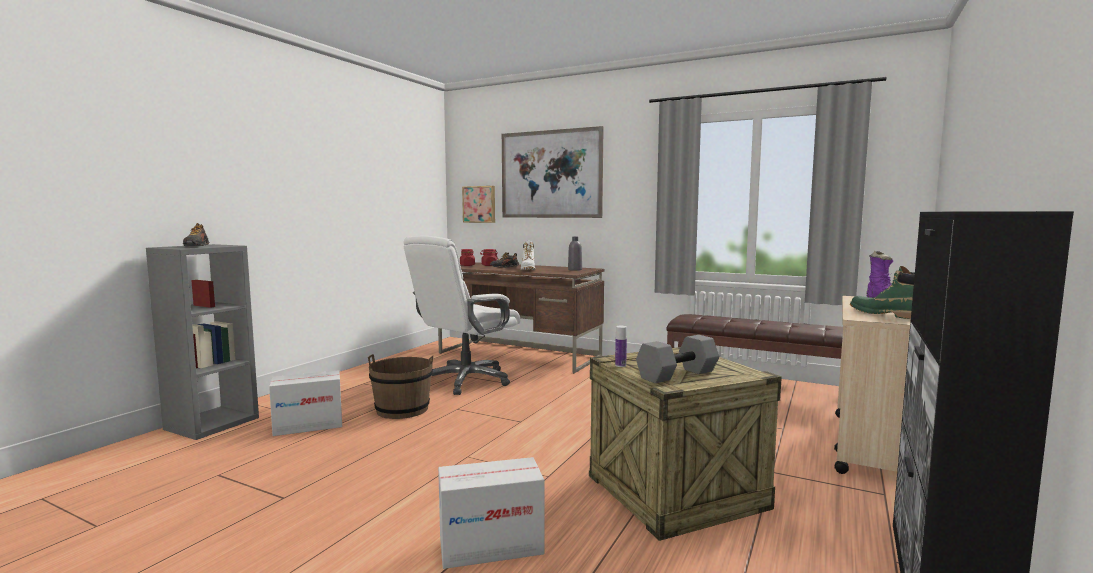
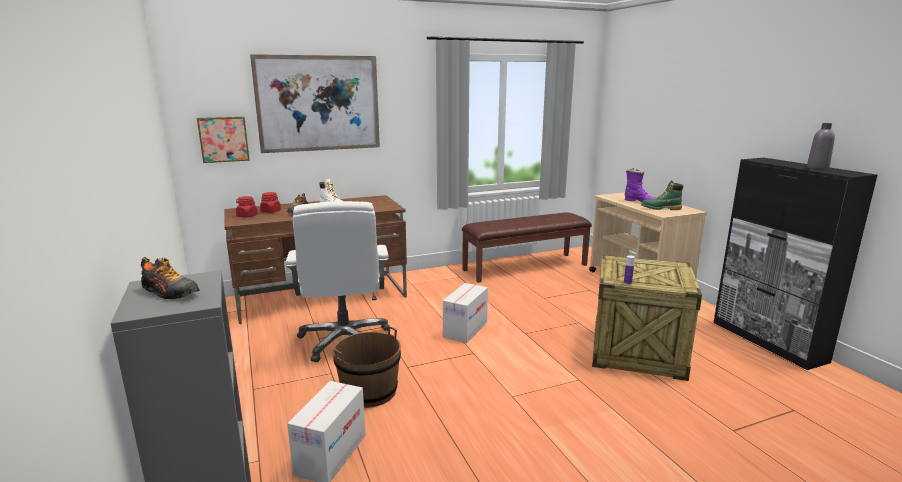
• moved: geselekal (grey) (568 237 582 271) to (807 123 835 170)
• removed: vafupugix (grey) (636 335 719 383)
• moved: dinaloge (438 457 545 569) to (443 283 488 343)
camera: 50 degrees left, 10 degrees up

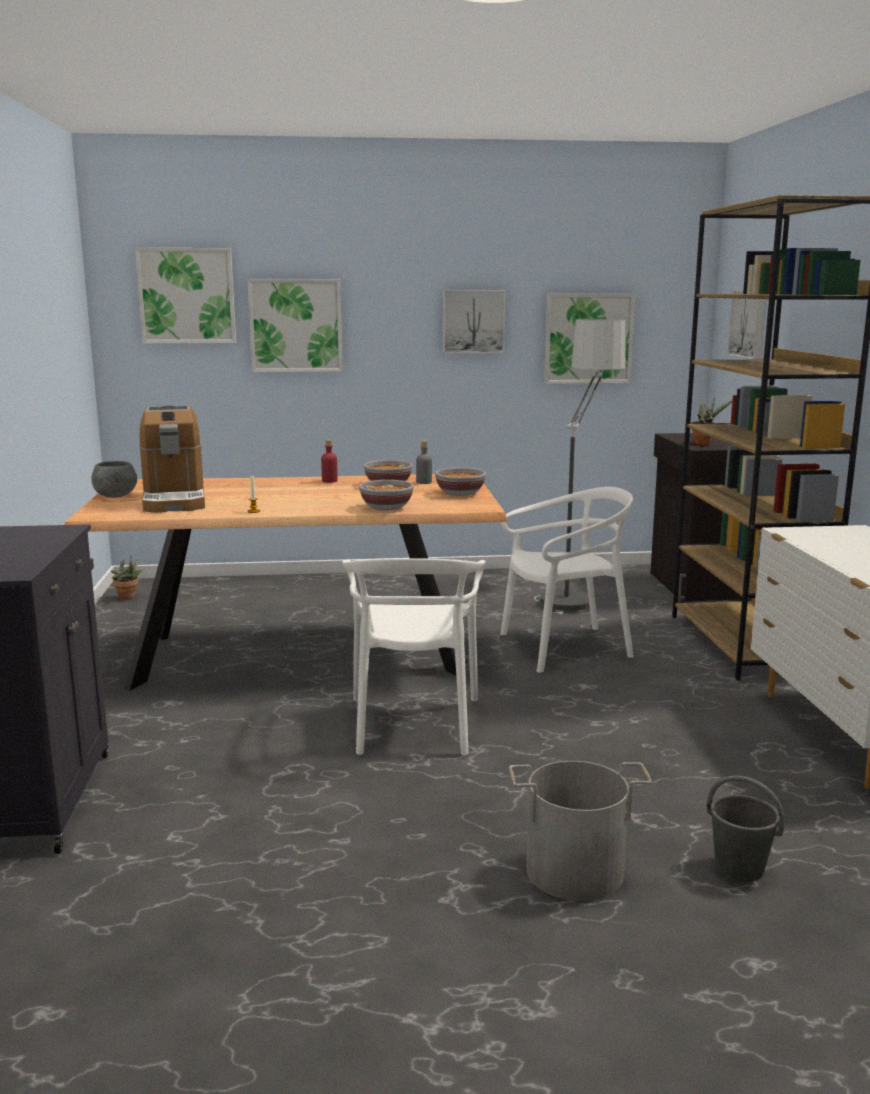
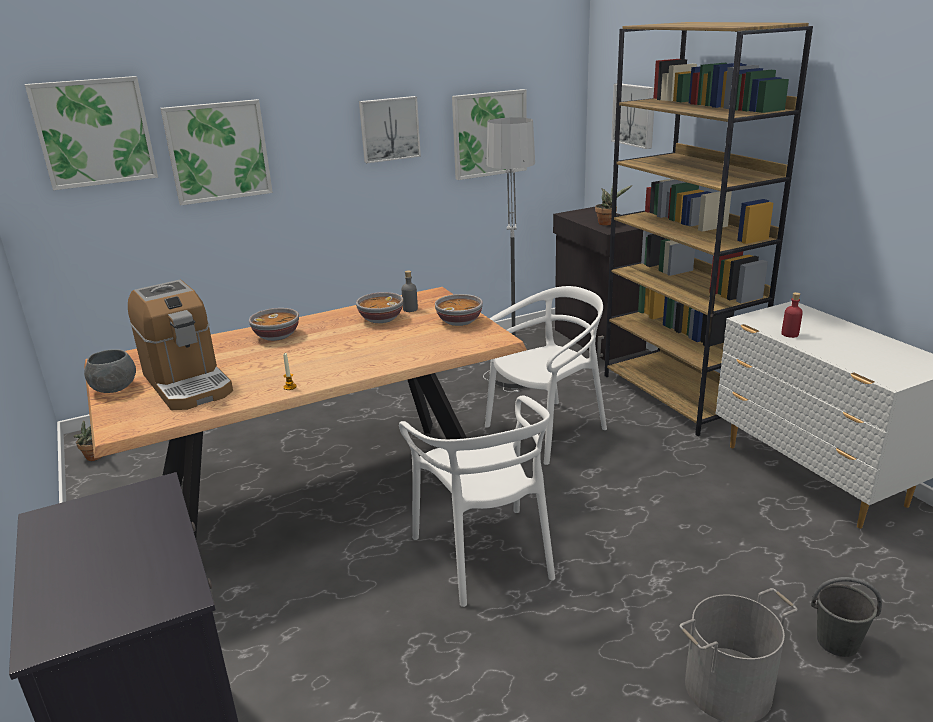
• moved: geselekal (red) (321 439 338 483) to (781 292 803 338)
• moved: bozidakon (359 480 414 510) to (249 308 299 341)
camera: 20 degrees left, 10 degrees up

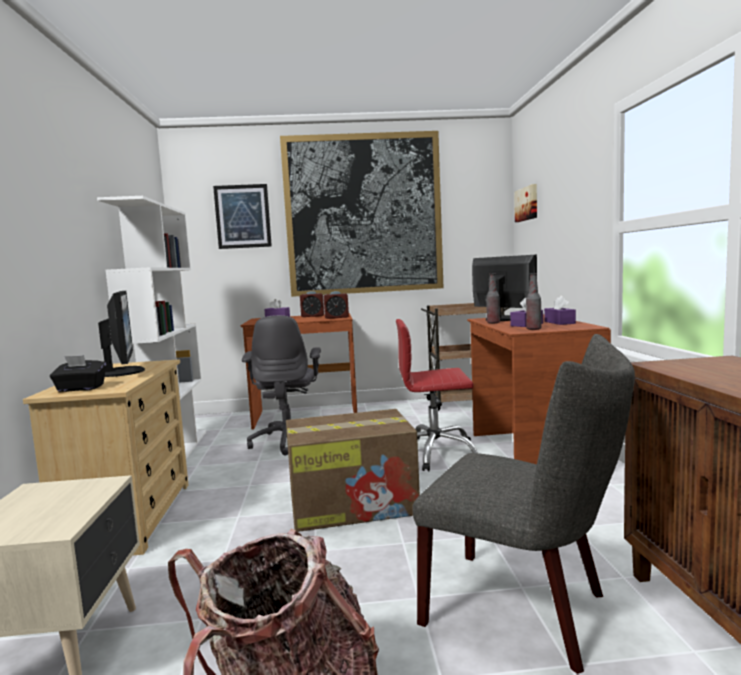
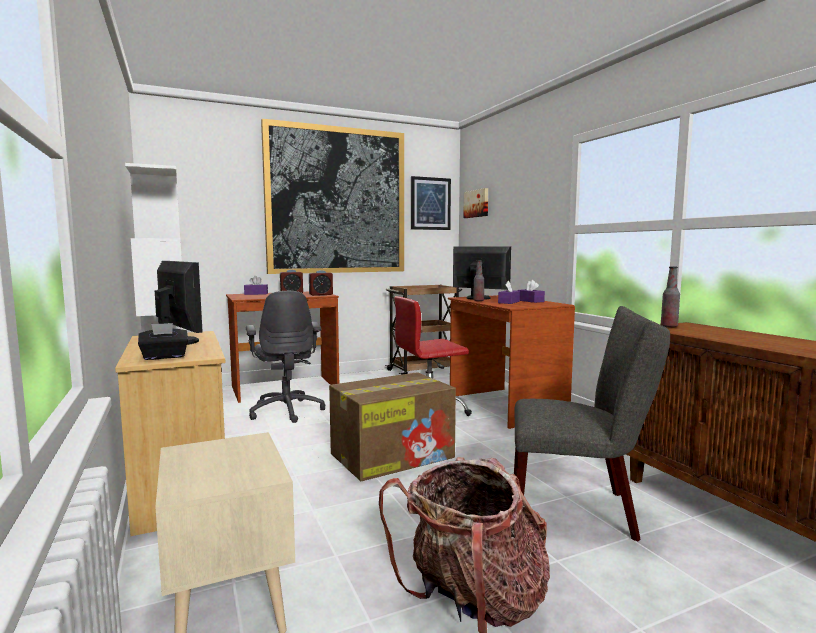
• moved: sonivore (213 184 272 249) to (411 176 451 230)
• moved: geselekal (526 273 542 330) to (661 266 680 327)
camera: 20 degrees left, 0 degrees up

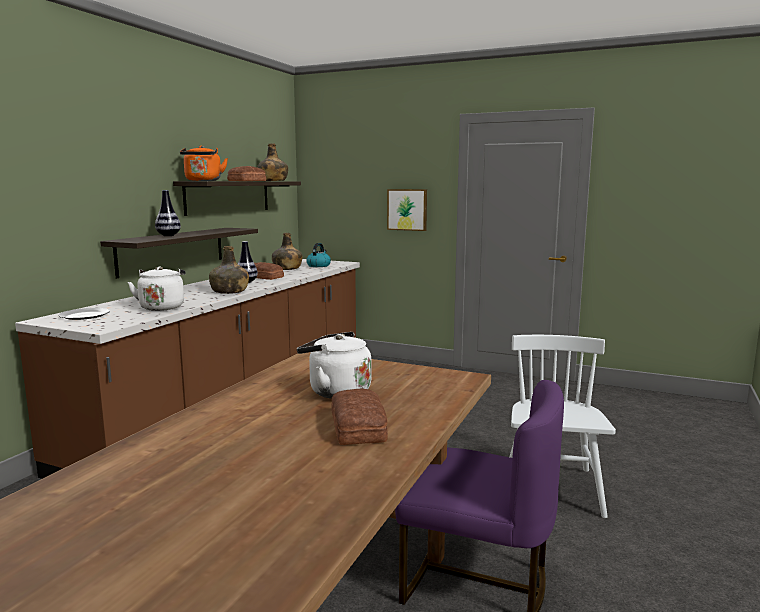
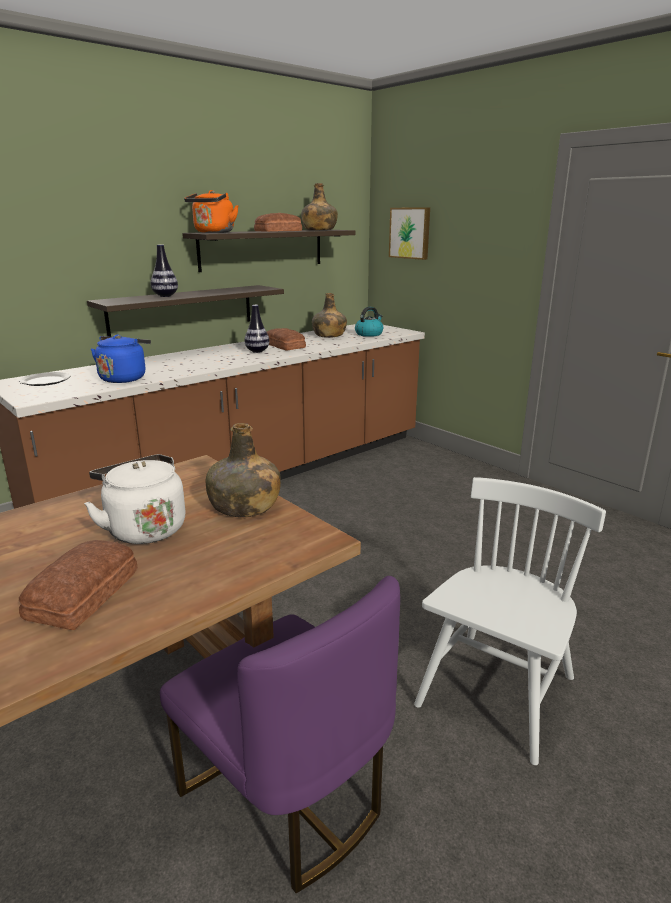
• moved: sonivore (387 189 427 231) to (389 207 430 260)
• moved: geselekal (green) (209 246 249 294) to (206 423 281 517)
• recoloured: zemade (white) (128 267 186 311) to zemade (blue) (91 335 151 383)
camera: 25 degrees right, 10 degrees up

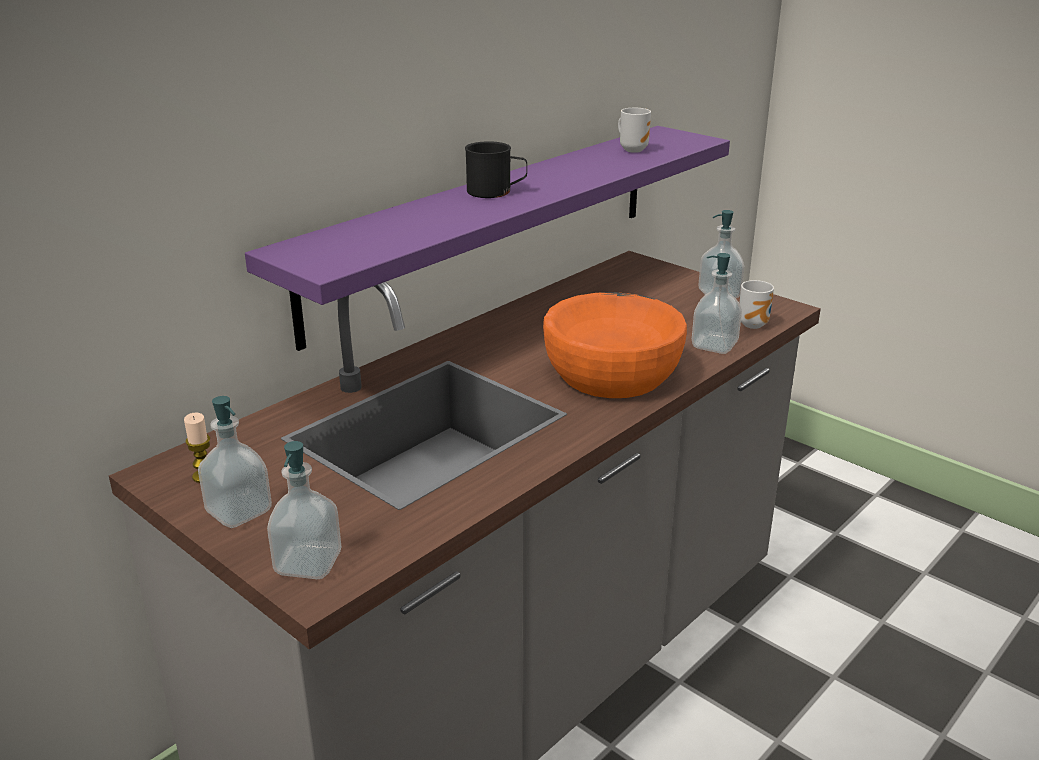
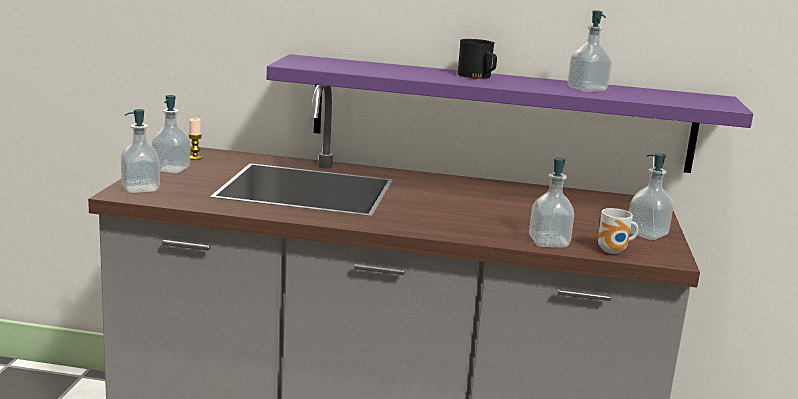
• removed: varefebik (618 108 651 153)
• removed: bozidakon (orange) (543 292 687 398)
• added: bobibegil (567 10 612 92)
camera: 55 degrees right, 10 degrees down

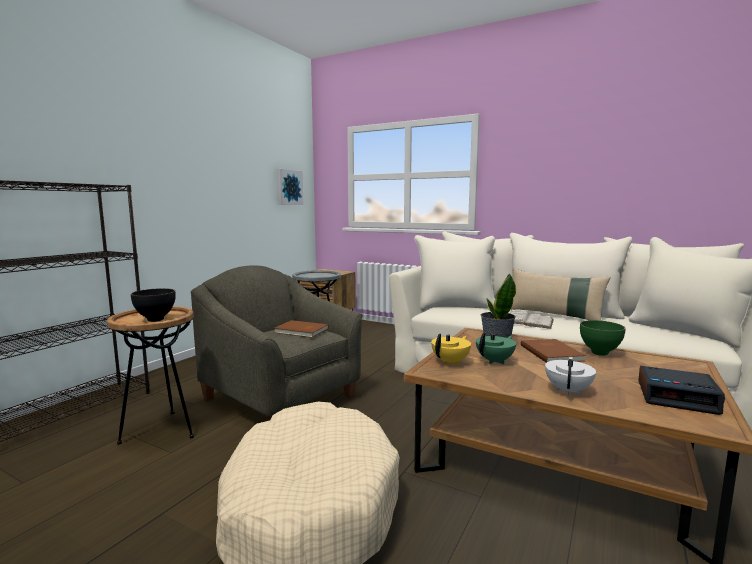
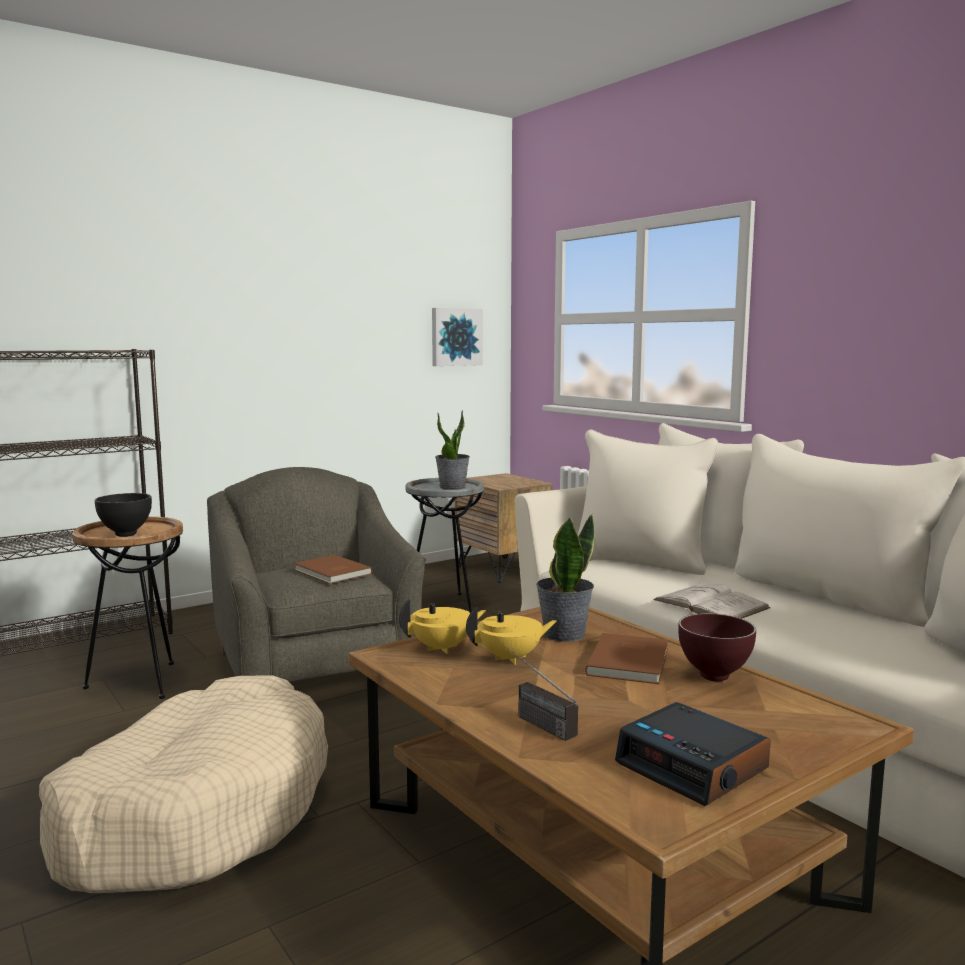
• removed: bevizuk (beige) (511 268 611 321)
• recoloured: bozidakon (green) (580 320 626 356) to bozidakon (brown) (678 613 756 682)
• recoloured: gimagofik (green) (476 332 516 364) to gimagofik (yellow) (466 606 557 665)
• replaced: gimagofik (white) (545 357 596 395) to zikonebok (505 646 578 741)
• added: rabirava (435 410 470 490)
camera: 25 degrees right, 0 degrees up

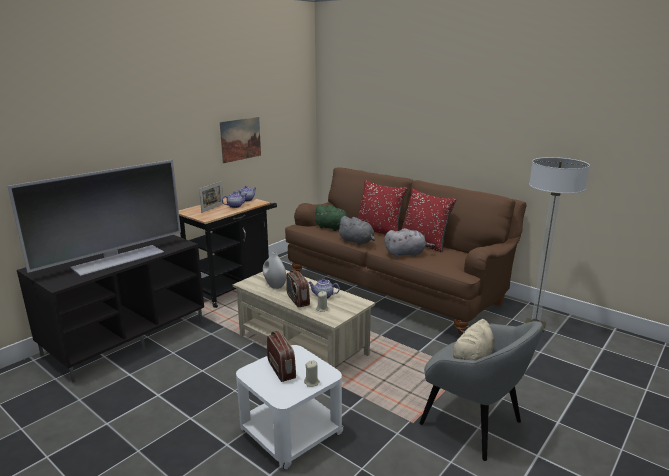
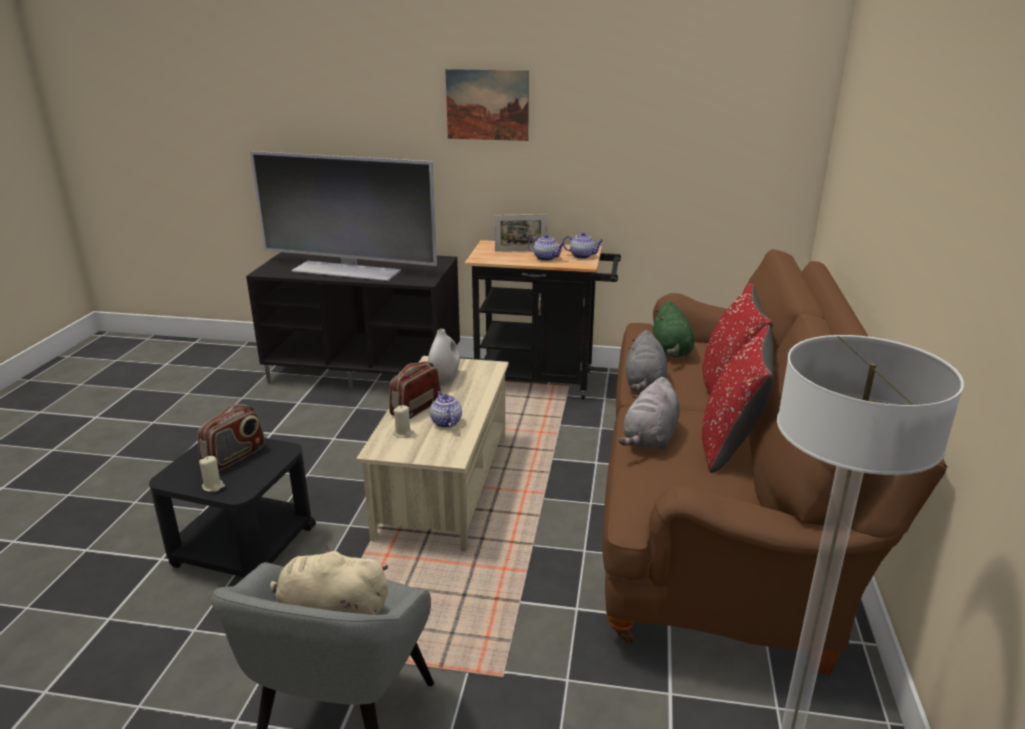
• moved: sonivore (220 117 261 163) to (445 69 529 141)
• turned: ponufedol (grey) (384 228 435 257) = (618 377 680 450) 60 degrees clockwise
• recoloured: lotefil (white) (236 345 344 470) to lotefil (black) (149 438 316 577)
camera: 60 degrees right, 5 degrees up

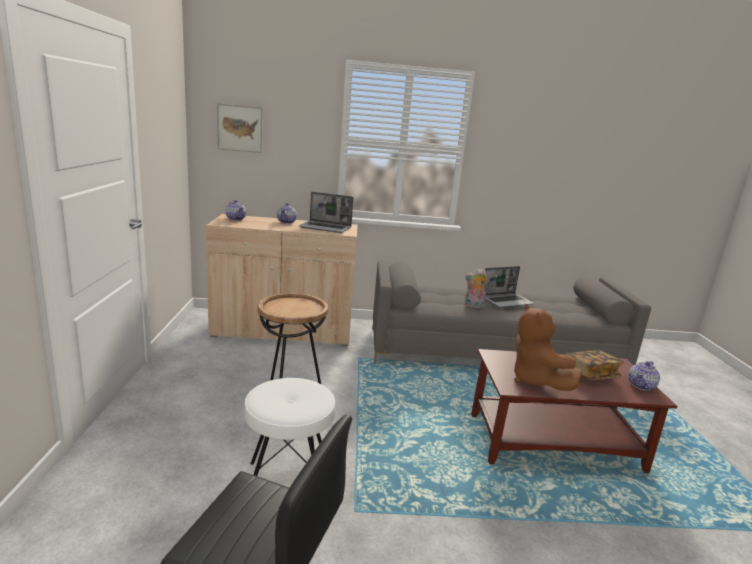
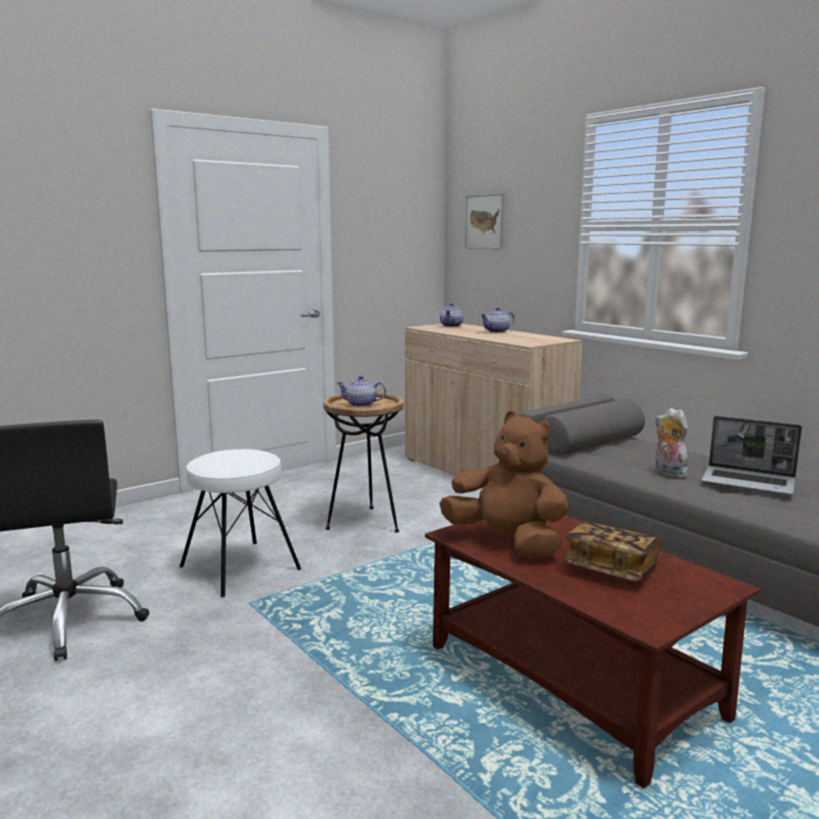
• removed: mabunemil (299 192 353 233)
• turned: ponufedol (brown) (514 304 582 391) = (439 411 569 558) 90 degrees clockwise
• moved: gimagofik (628 361 660 391) to (336 376 386 407)
camera: 55 degrees right, 5 degrees down

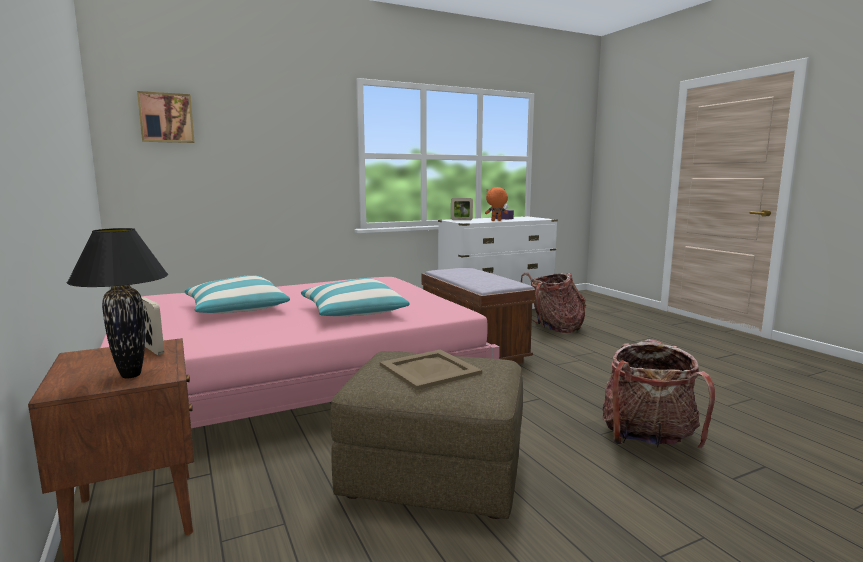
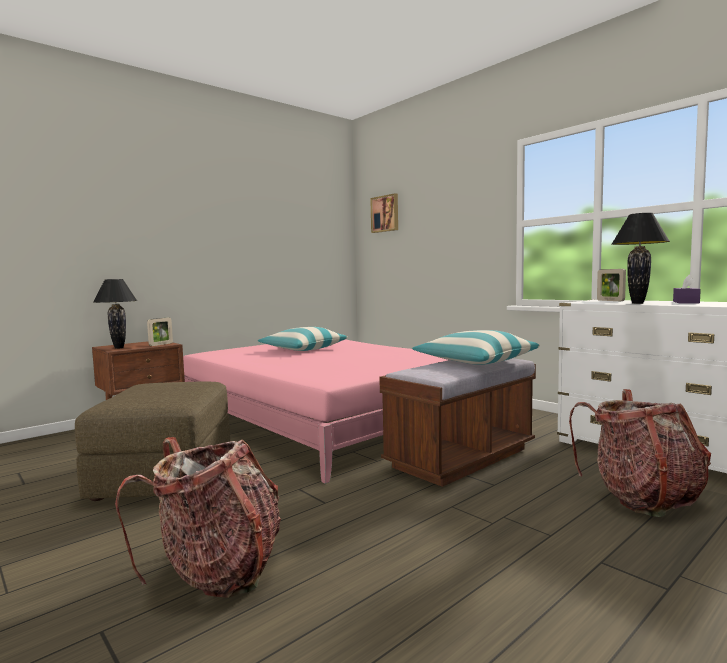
• replaced: ponufedol (orange) (485 187 508 221) to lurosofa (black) (612 213 670 304)
• moved: bevizuk (301 278 410 317) to (412 330 540 365)
• removed: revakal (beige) (380 349 482 390)
camera: 75 degrees right, 5 degrees down

